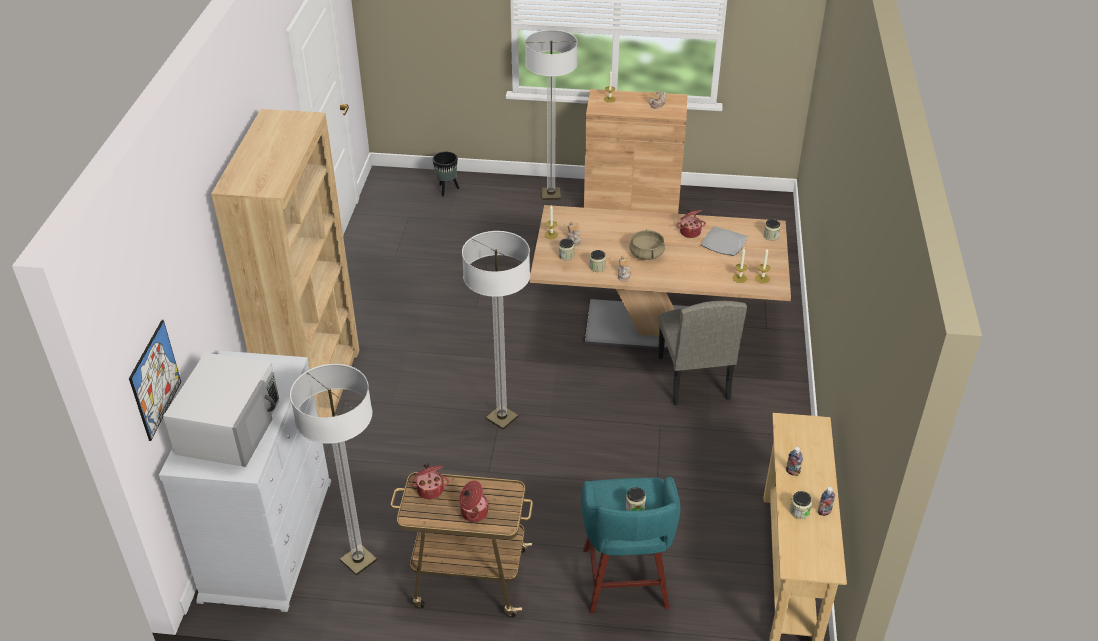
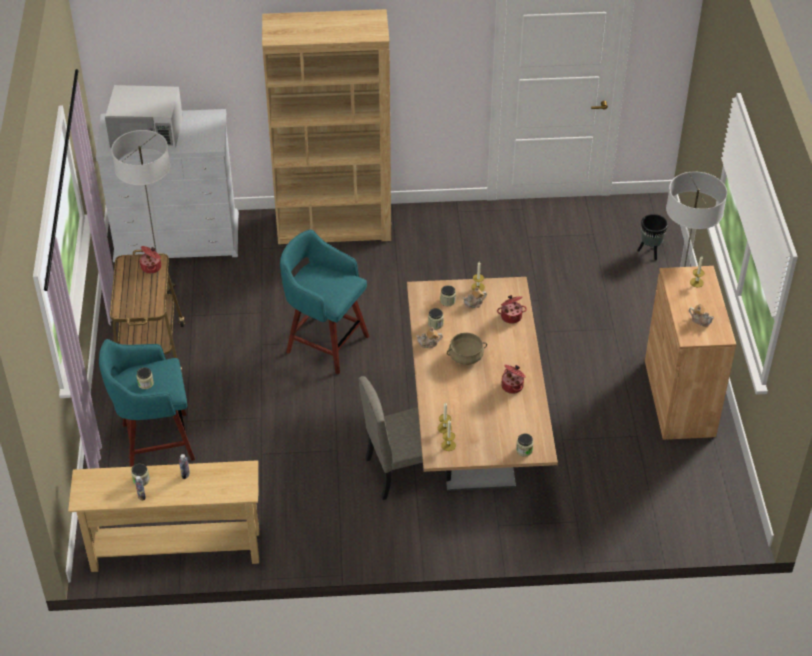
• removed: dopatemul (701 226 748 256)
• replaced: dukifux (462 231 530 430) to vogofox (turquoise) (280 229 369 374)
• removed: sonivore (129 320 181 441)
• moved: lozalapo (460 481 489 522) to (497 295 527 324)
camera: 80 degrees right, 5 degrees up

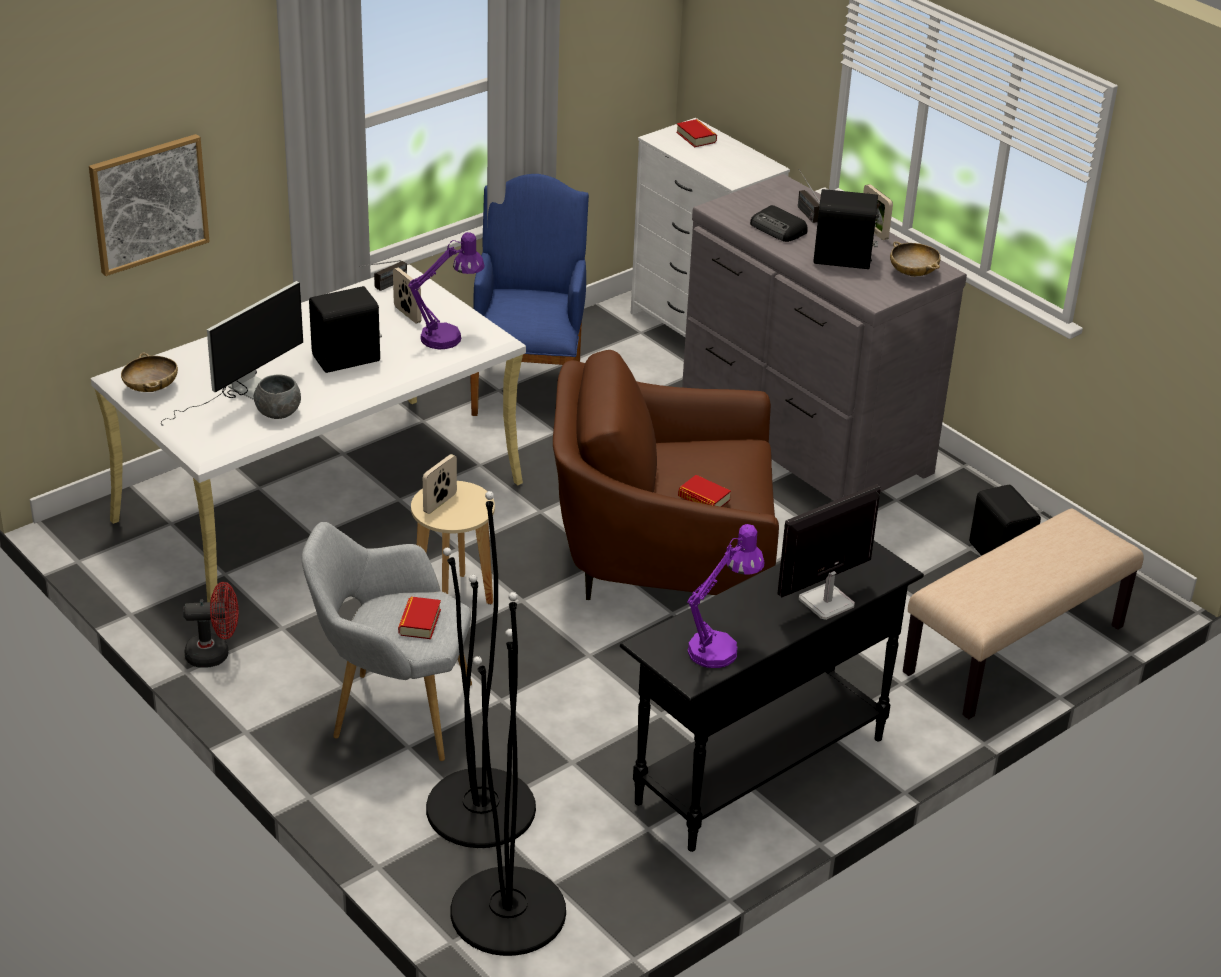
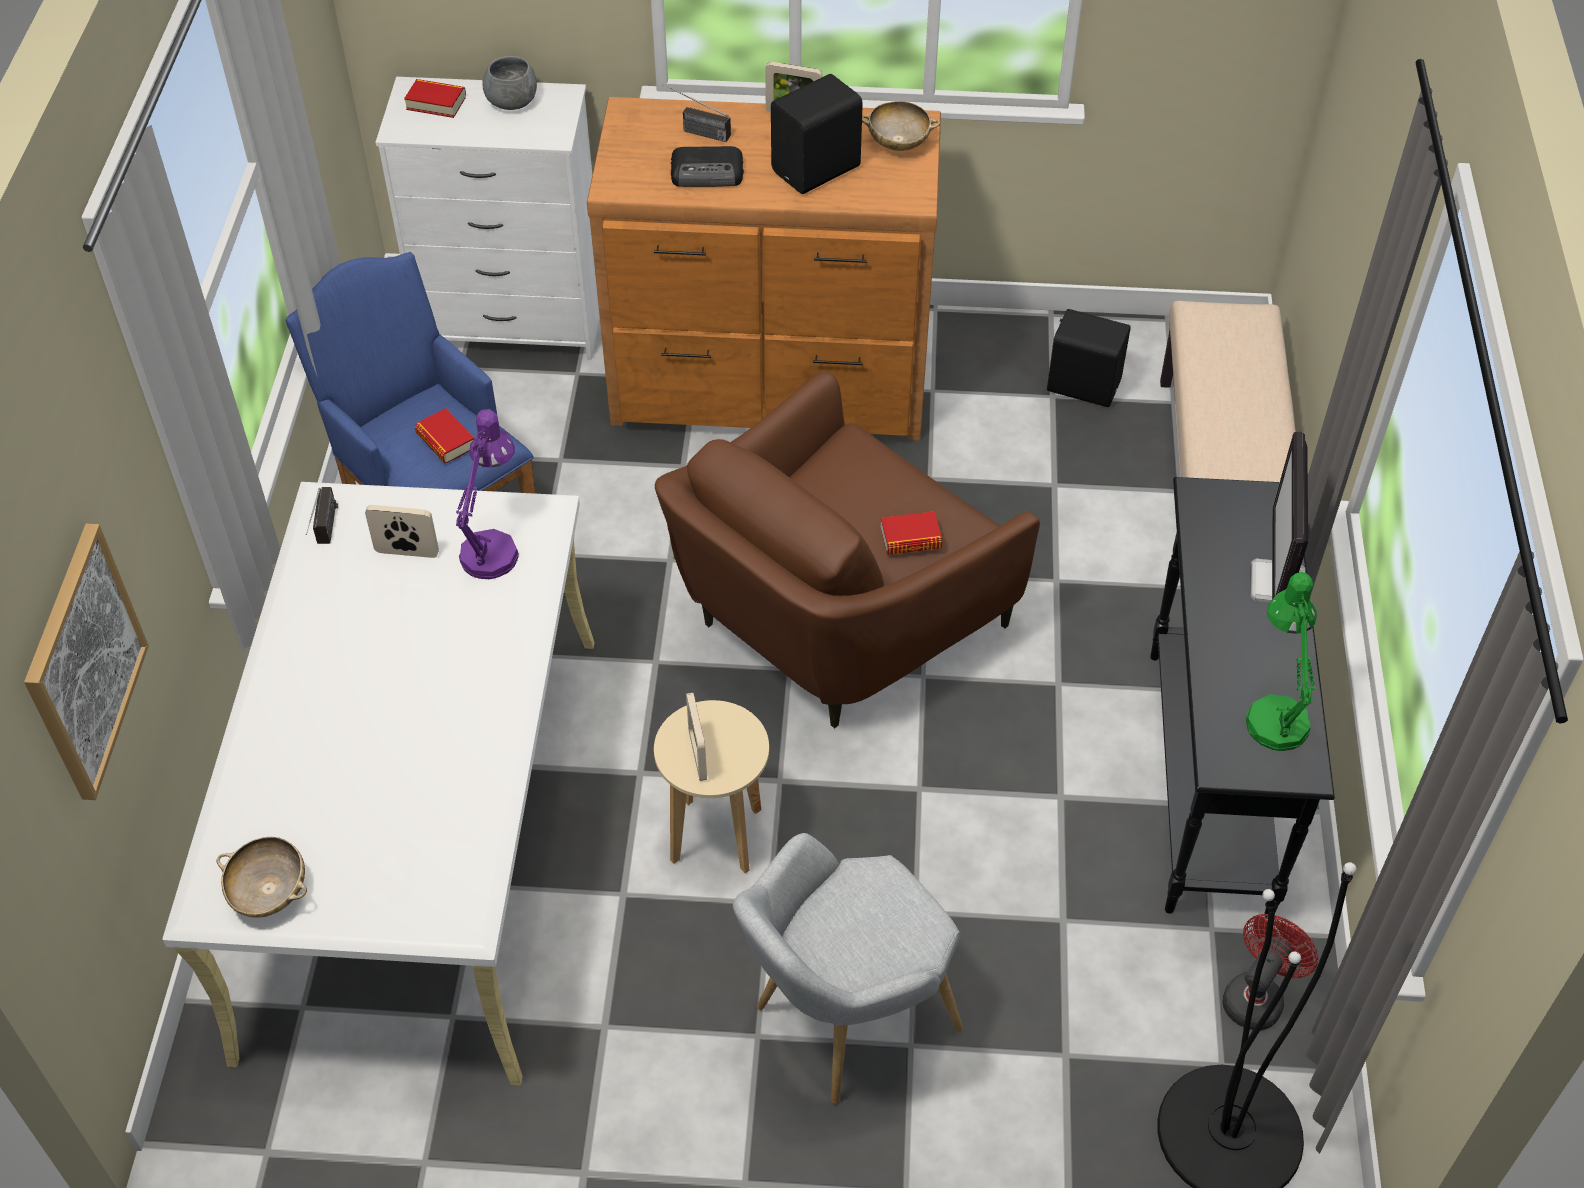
• recoloured: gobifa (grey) (682 174 967 501) to gobifa (brown) (587 97 941 441)
• removed: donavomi (161 281 303 426)
• removed: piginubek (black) (309 286 382 373)
• moved: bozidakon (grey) (254 374 301 419) to (482 56 537 110)
• removed: dukifux (black) (426 491 536 848)
• recoloured: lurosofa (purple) (687 524 765 668) to lurosofa (green) (1246 572 1317 751)
• moved: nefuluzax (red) (183 582 239 668) to (1222 914 1318 1030)
• moved: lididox (398 596 441 639) to (415 408 474 463)
camera: 45 degrees left, 15 degrees up

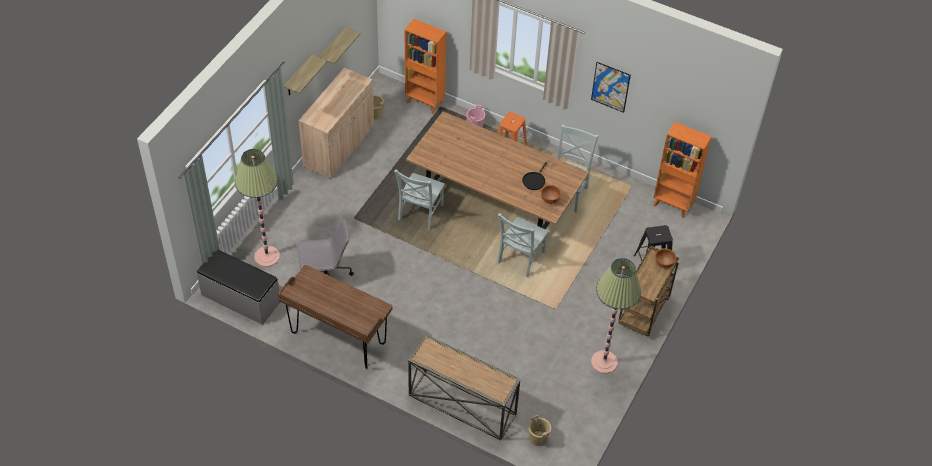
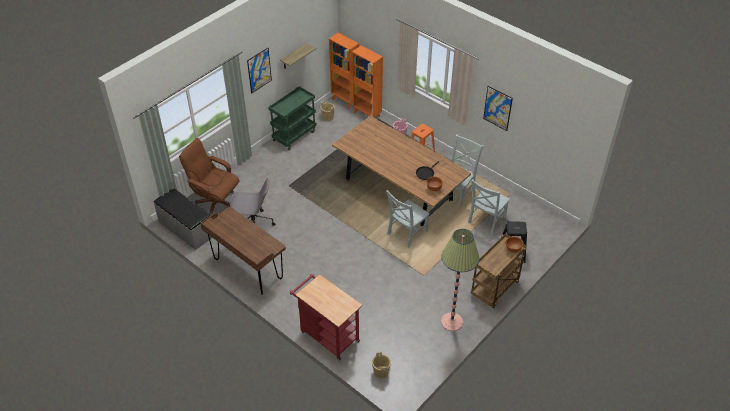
• replaced: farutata (284 55 328 95) to sonivore (247 48 272 93)
• replaced: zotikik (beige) (299 68 374 179) to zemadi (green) (268 86 317 151)
• moved: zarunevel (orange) (653 122 712 218) to (329 33 359 109)
• replaced: dukifux (235 149 280 267) to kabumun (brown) (179 138 239 215)
• moved: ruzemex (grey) (394 169 444 230) to (468 179 510 235)
• replaced: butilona (408 334 521 440) to zemadi (red) (290 274 362 361)
camera: 15 degrees right, 5 degrees down

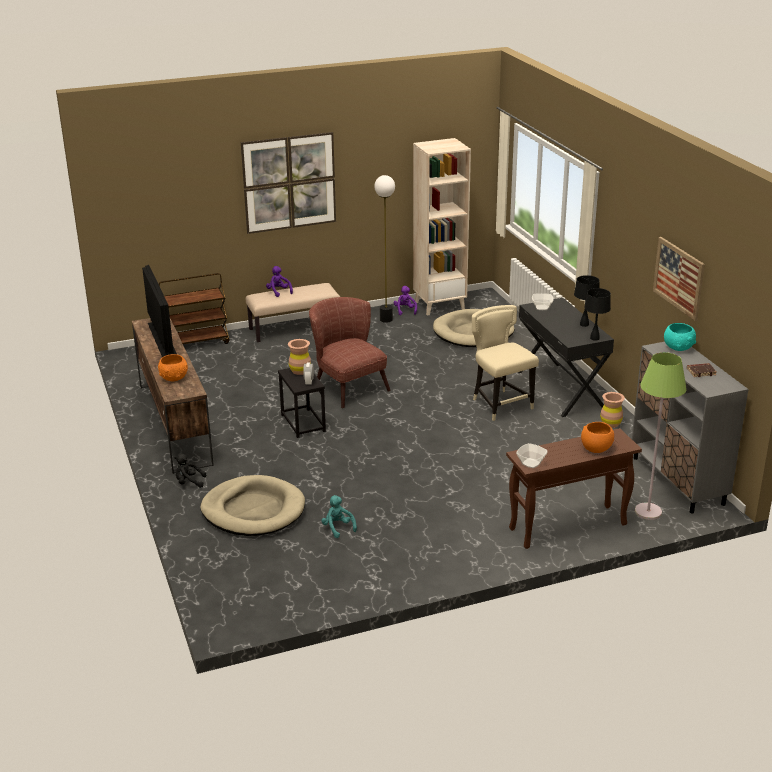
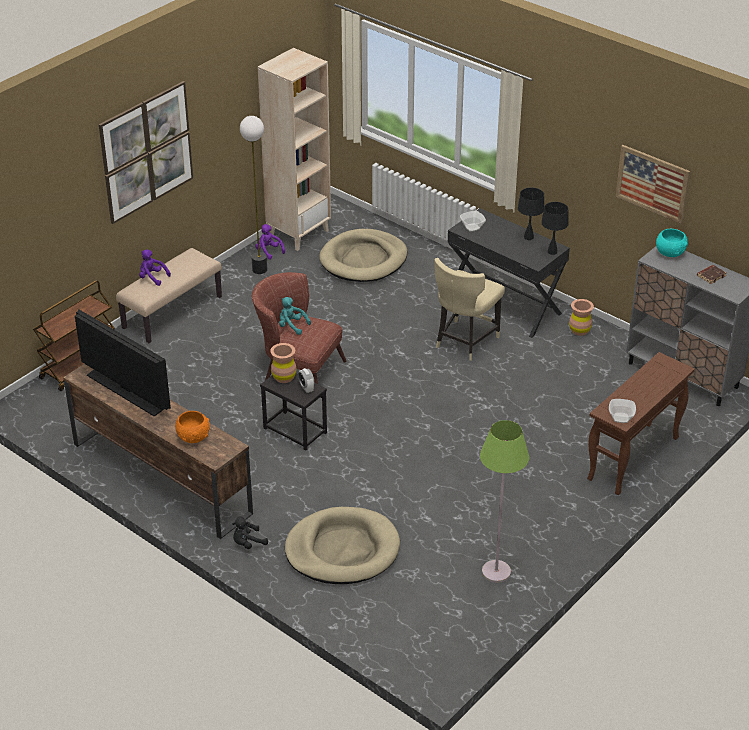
• turned: ruzemex (beige) (472 305 539 421) = (434 258 505 361) 90 degrees counterclockwise
• moved: dukifux (green) (635 352 686 520) to (480 420 529 583)
• removed: bozidakon (orange) (581 422 614 453)
• moved: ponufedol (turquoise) (321 495 357 538) to (279 297 311 335)
camera: 30 degrees left, 10 degrees up

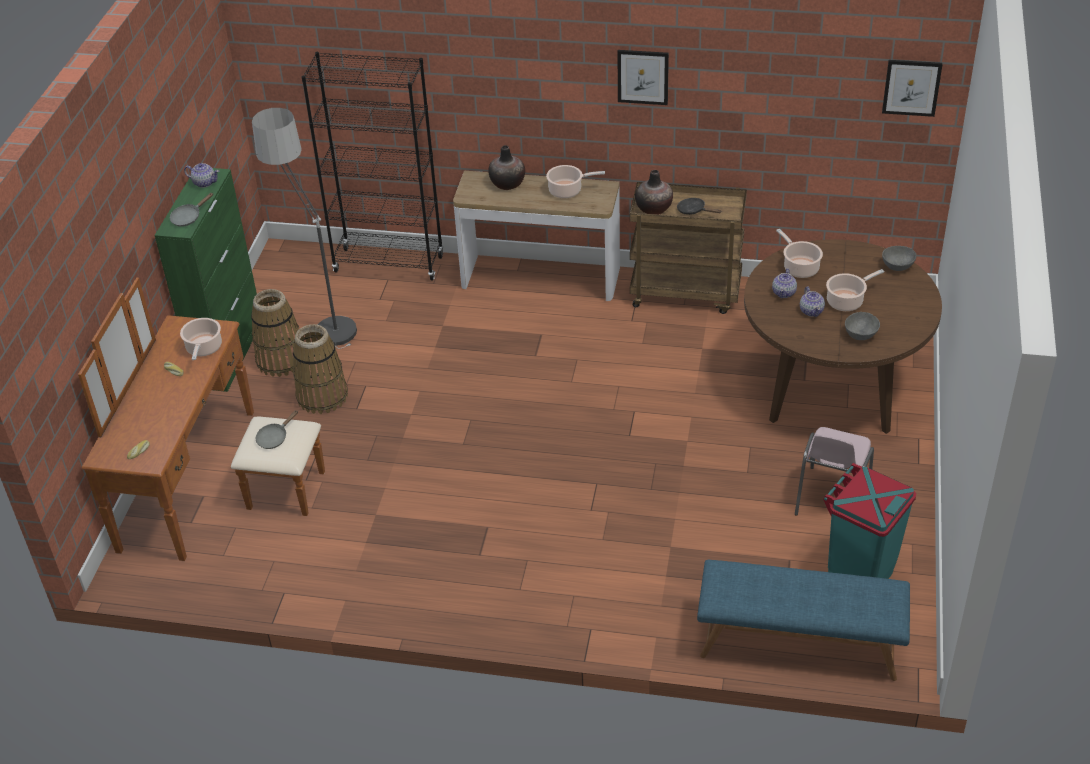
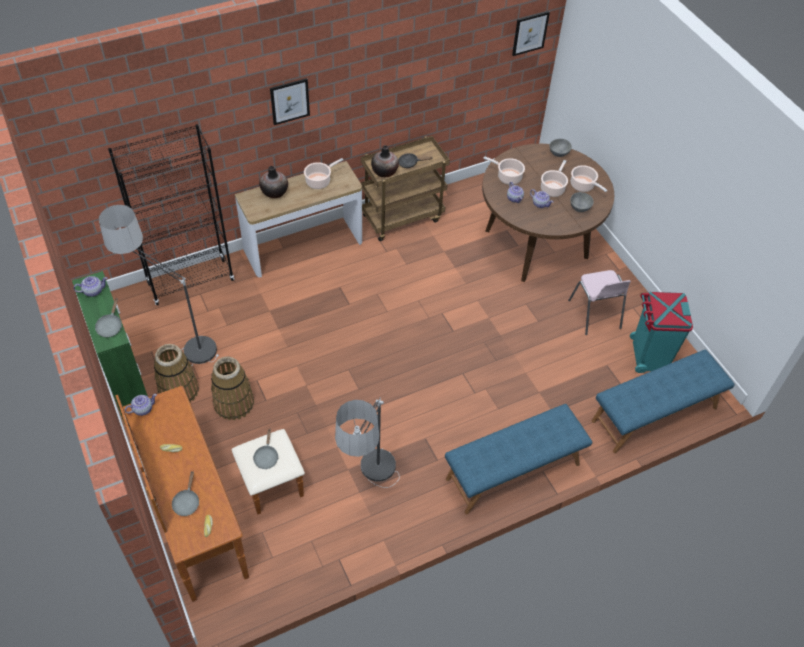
• moved: sonivore (617 50 669 105) to (270 78 310 125)
• moved: lozalapo (180 318 222 360) to (571 165 607 192)
• added: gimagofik (125 394 157 416)
• added: dukifux (335 397 400 488)
• added: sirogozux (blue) (445 404 592 514)
• added: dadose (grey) (172 471 199 516)
camera: 40 degrees left, 10 degrees up

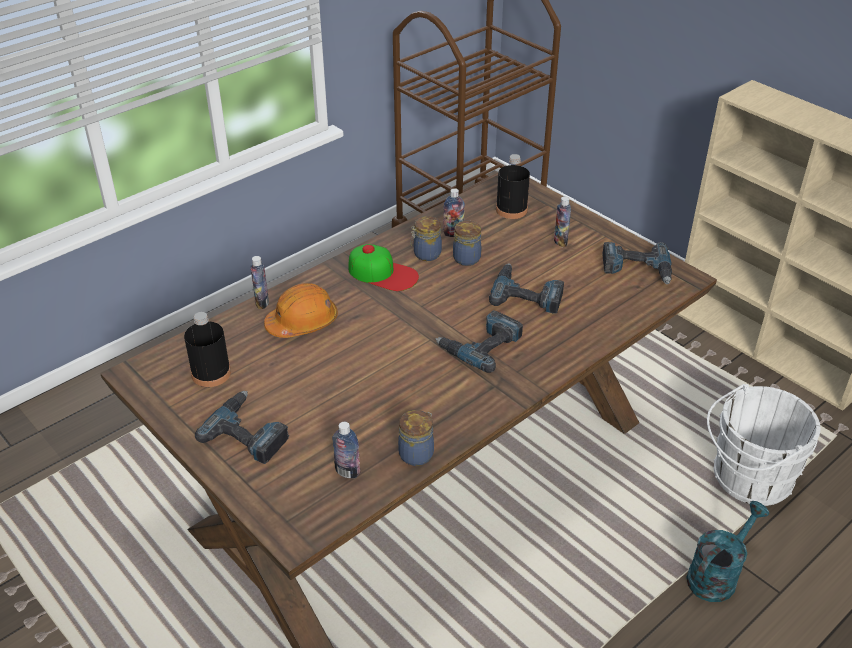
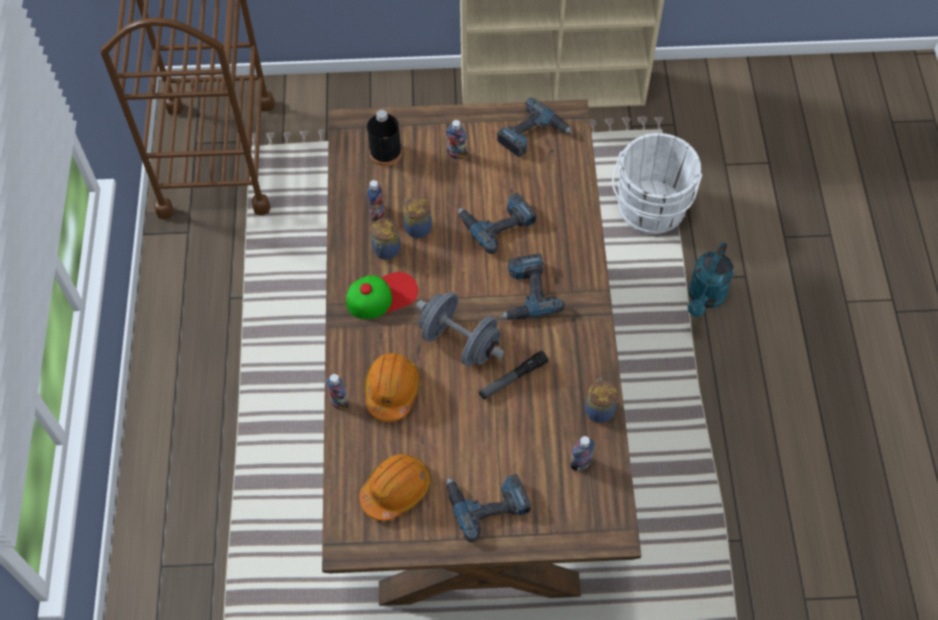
• replaced: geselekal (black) (184 312 231 387) to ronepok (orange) (359 454 431 521)
• turned: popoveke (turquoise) (686 501 769 602) = (688 242 734 317) 150 degrees counterclockwise
• added: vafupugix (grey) (416 292 504 367)
• added: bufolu (479 350 548 400)
camera: 50 degrees left, 20 degrees up

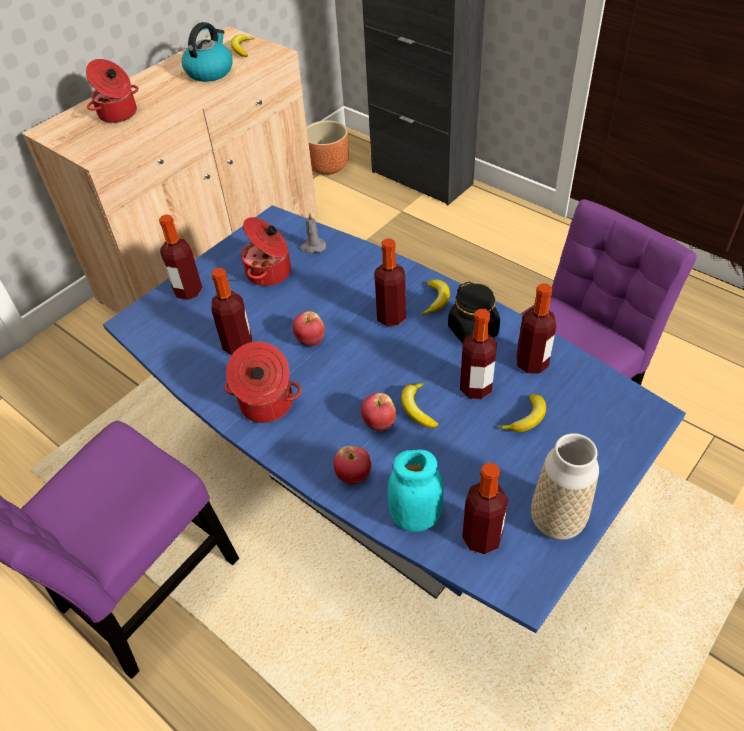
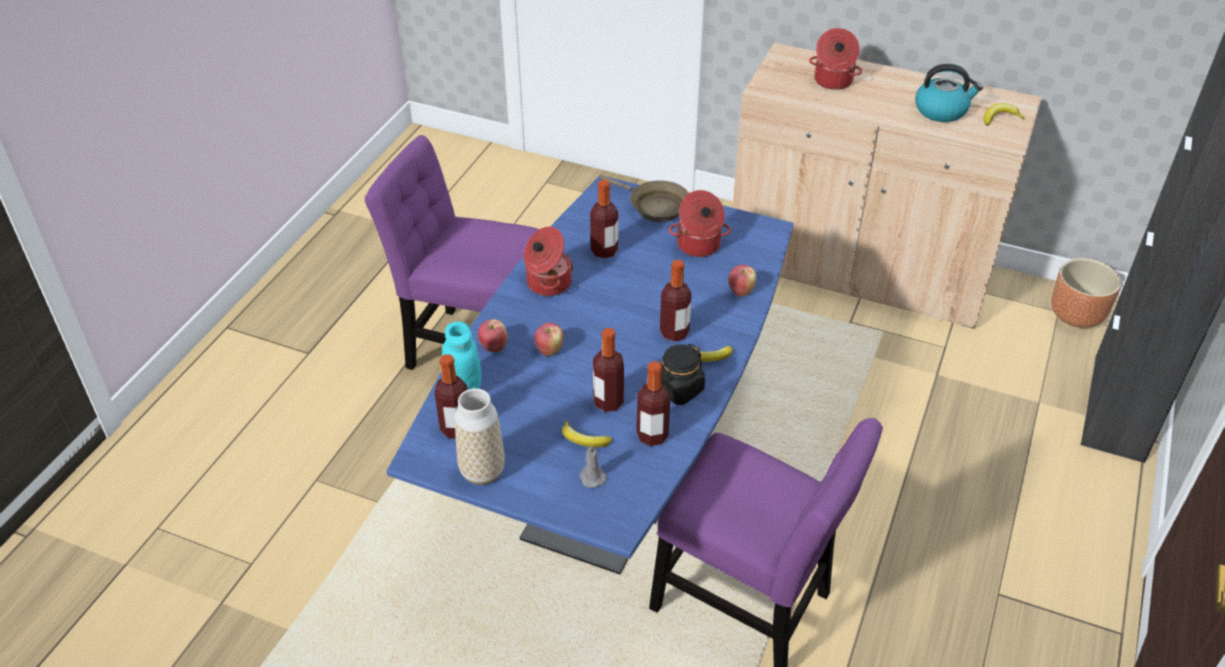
• moved: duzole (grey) (300 212 326 253) to (579 445 607 488)
• replaced: geselekal (159 214 203 300) to dadose (brown) (600 175 689 222)
• moved: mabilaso (293 311 325 346) to (729 265 757 296)
• removed: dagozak (401 382 438 428)
camera: 70 degrees right, 5 degrees down

